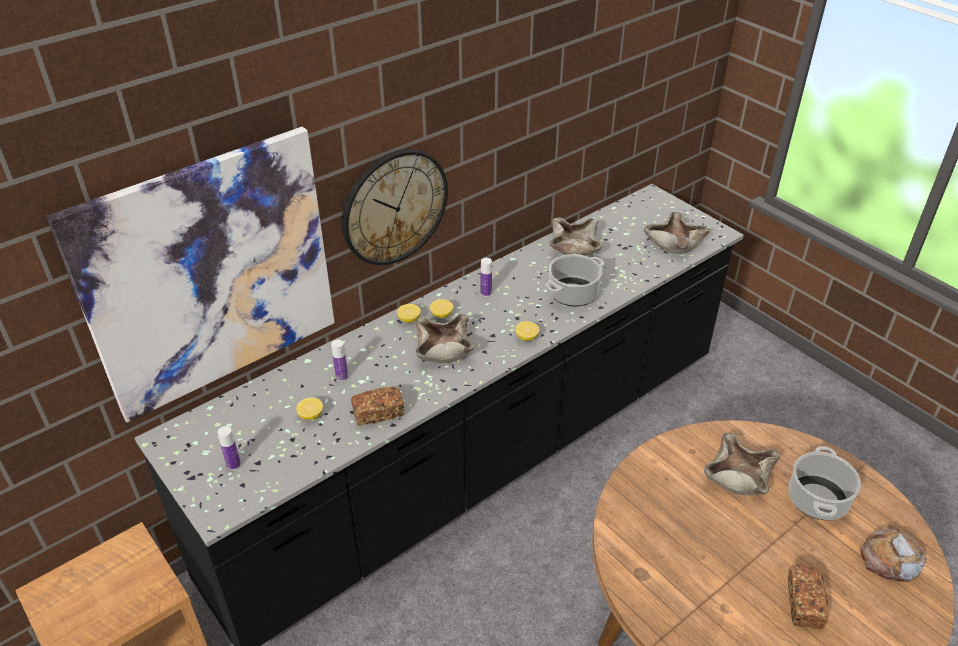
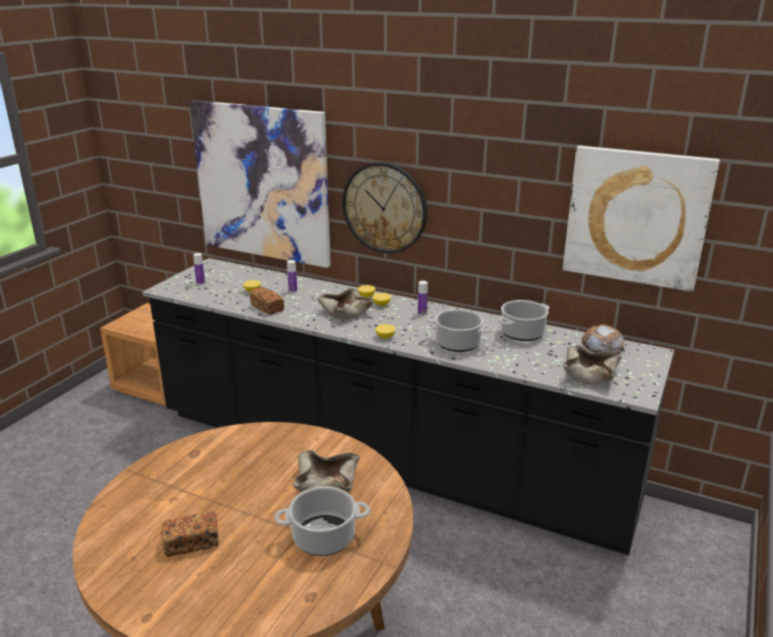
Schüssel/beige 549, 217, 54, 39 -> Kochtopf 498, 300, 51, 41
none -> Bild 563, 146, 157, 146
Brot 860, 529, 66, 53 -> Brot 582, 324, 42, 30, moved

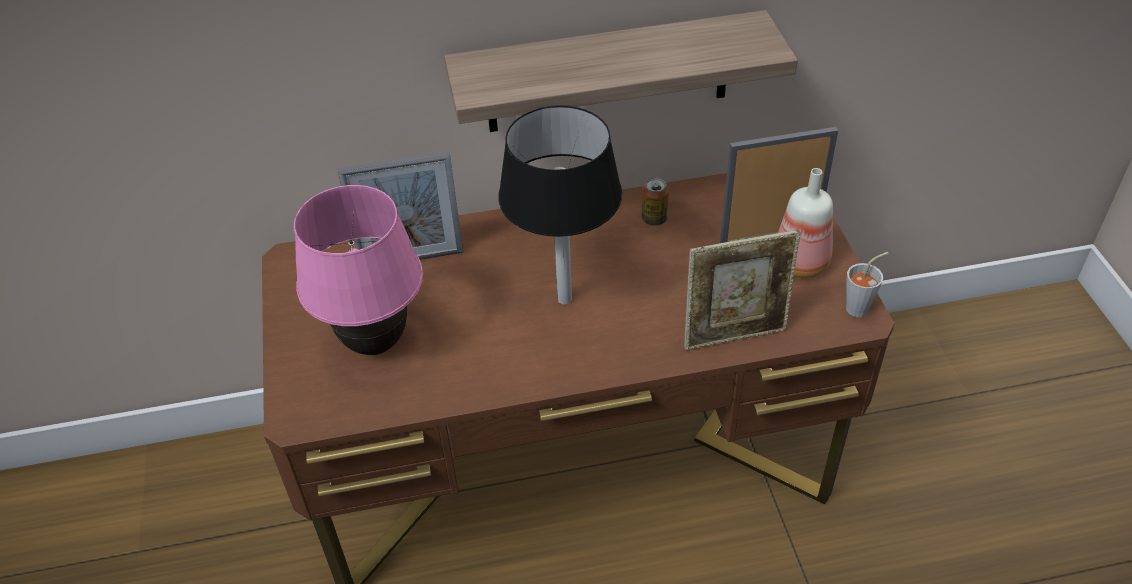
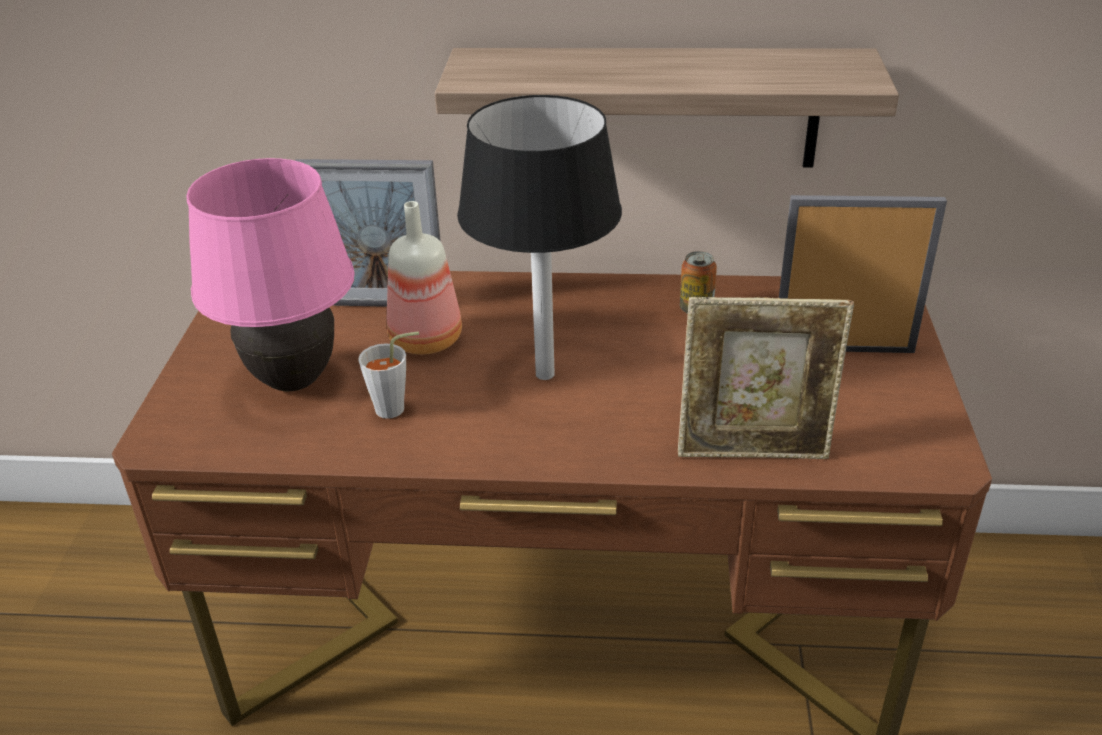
Tasse/grau 846, 252, 43, 65 -> Tasse/grau 358, 332, 61, 87, moved
Flasche 778, 168, 55, 110 -> Flasche 387, 201, 75, 154, moved

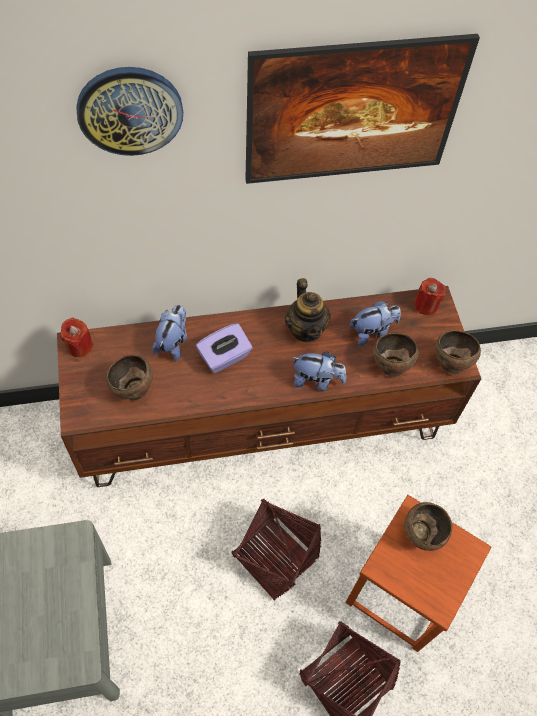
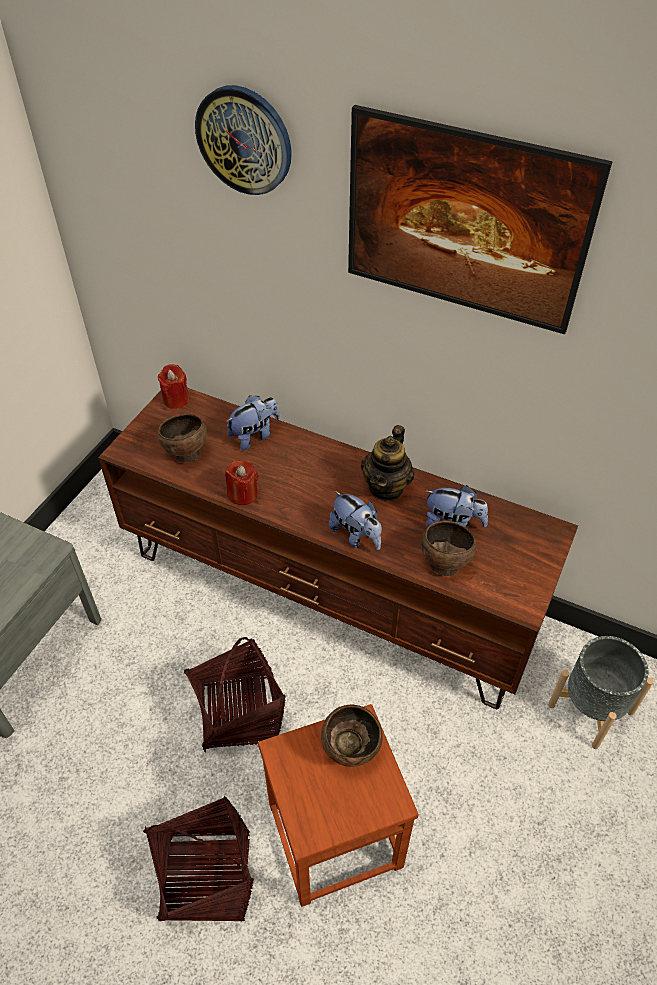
Kerze/rot 414, 278, 32, 37 -> Kerze/rot 225, 460, 33, 45, moved
none -> Pflanzkübel/grau 548, 636, 106, 113
Taschentuchbox/lila 196, 323, 57, 50 -> none
Schüssel/braun 435, 330, 46, 44 -> none

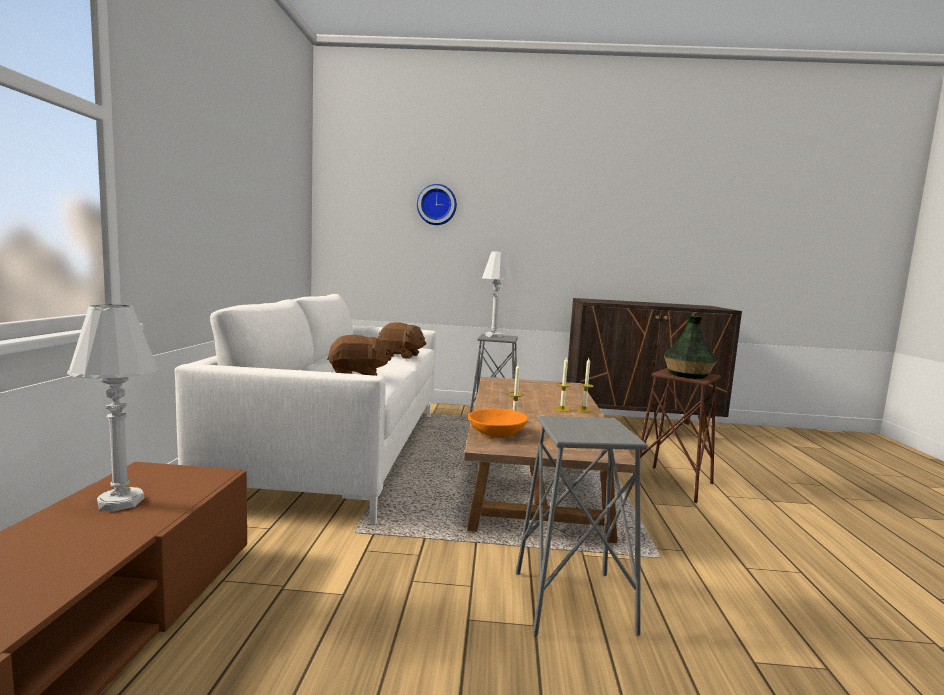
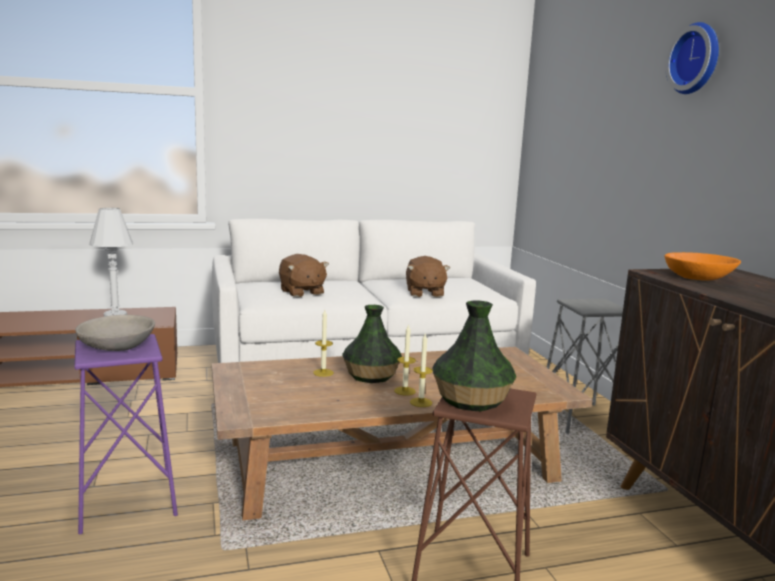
Hocker/grau 516, 416, 131, 220 -> Hocker/lila 74, 334, 104, 201
none -> Schüssel/grau 75, 315, 80, 36
none -> Vase 342, 305, 60, 78
Schüssel/orange 468, 408, 60, 30 -> Schüssel/orange 664, 252, 77, 29, moved
Wanduhr 417, 184, 40, 41 -> Wanduhr 665, 22, 54, 72, moved
Tischlampe/weiß 482, 251, 31, 87 -> none

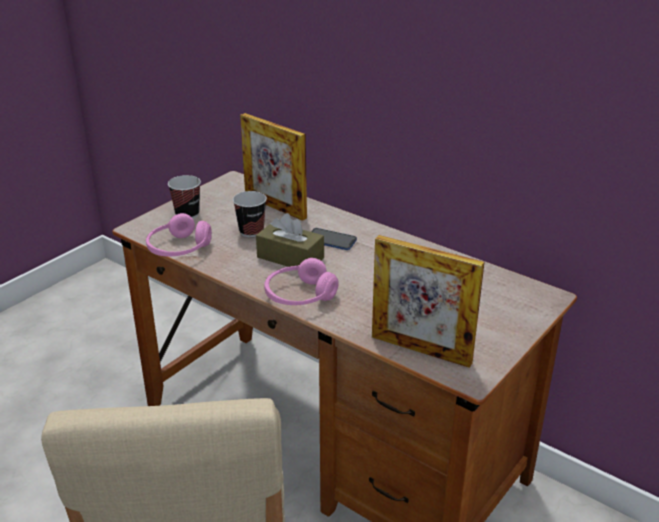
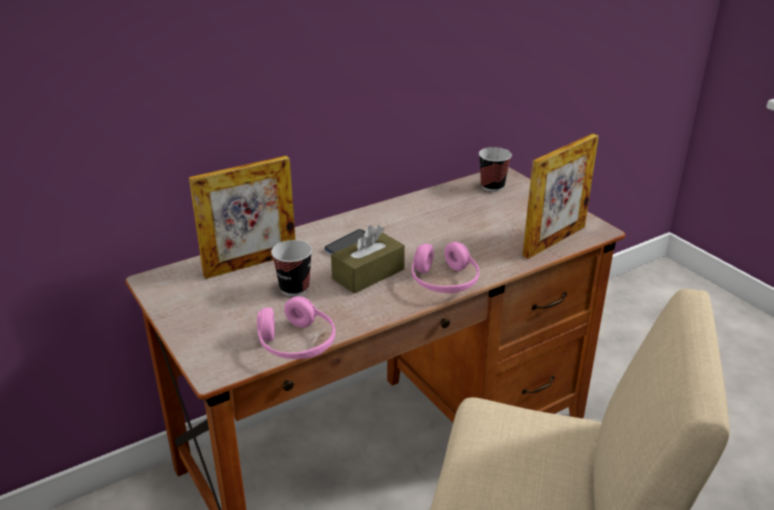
Tasse 168, 175, 33, 44 -> Tasse 479, 147, 33, 45, moved

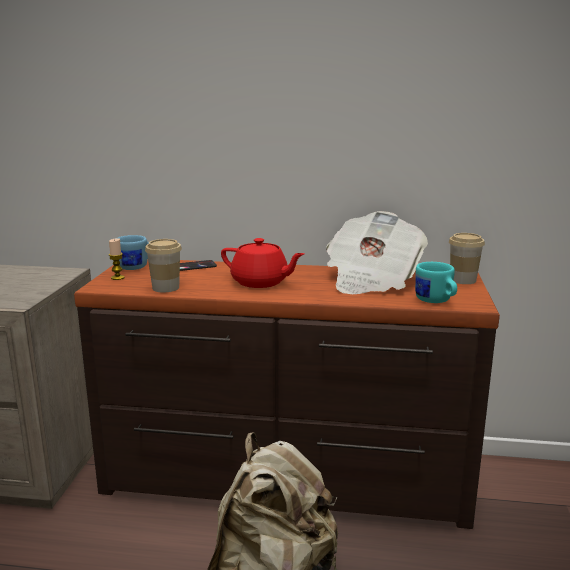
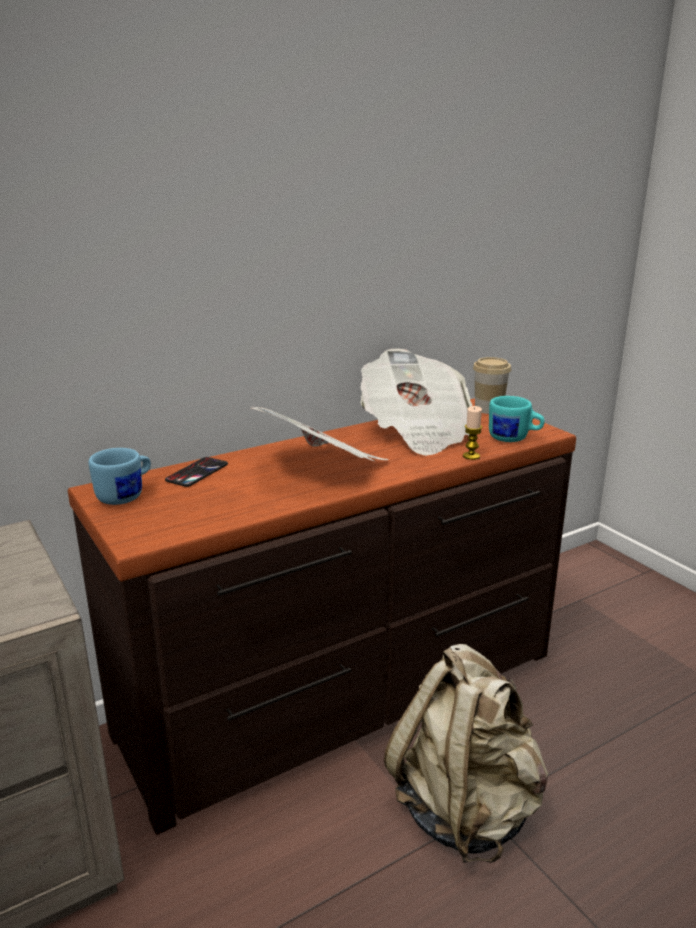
Teekanne/rot 221, 238, 84, 50 -> Zeitung 251, 407, 137, 54
Kerze 109, 238, 16, 42 -> Kerze 463, 406, 19, 54, moved
Tasse 145, 239, 37, 54 -> none

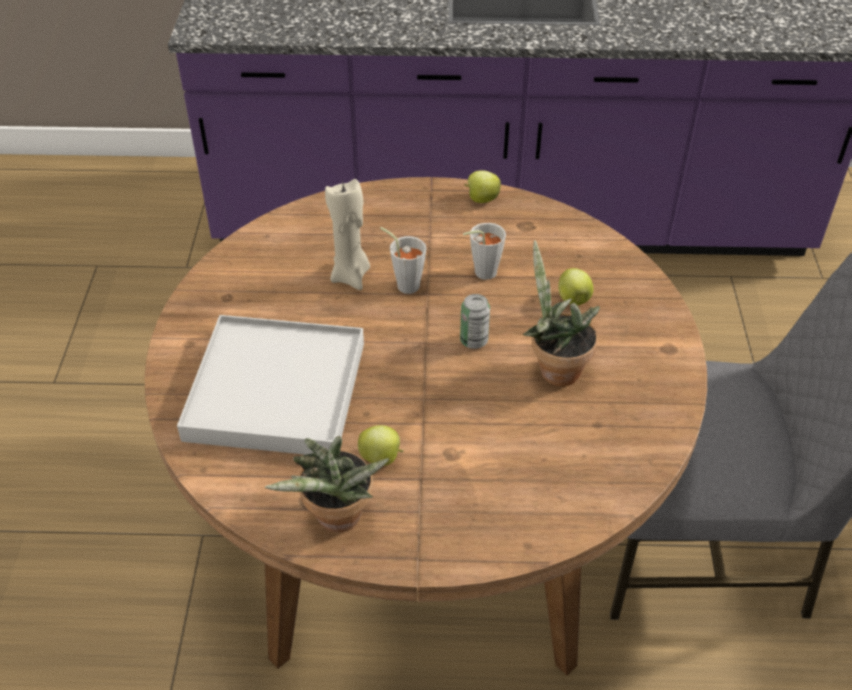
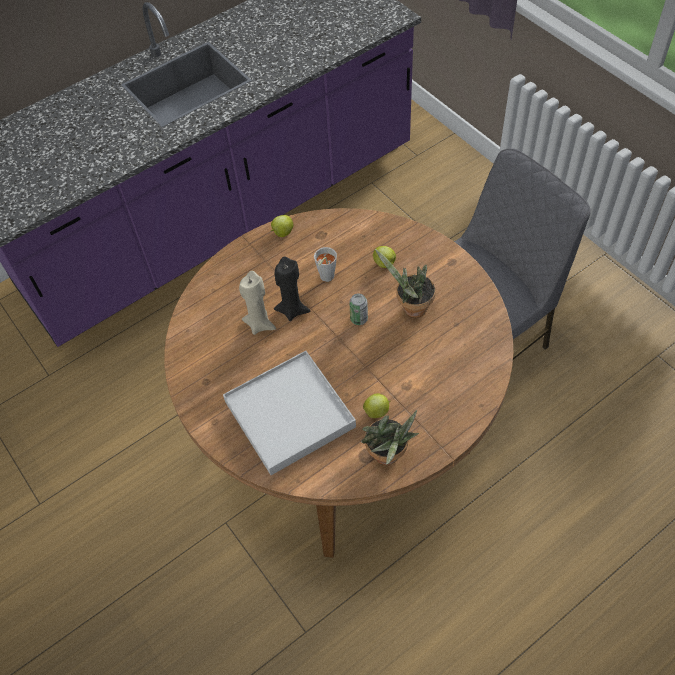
Tasse/grau 380, 227, 47, 67 -> Kerze/schwarz 274, 256, 37, 65

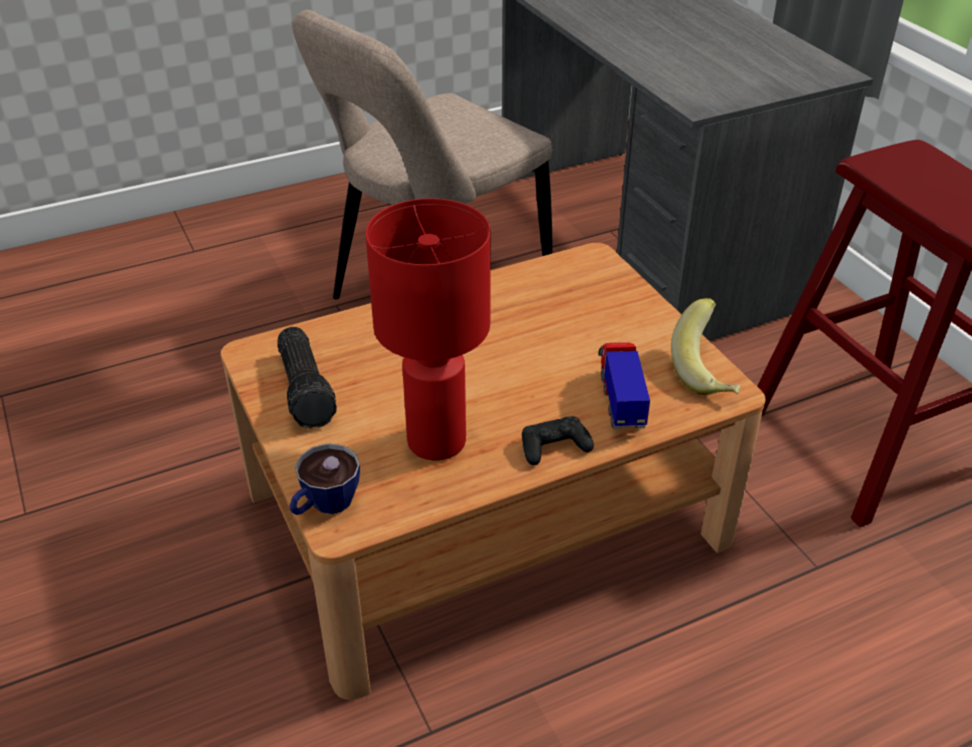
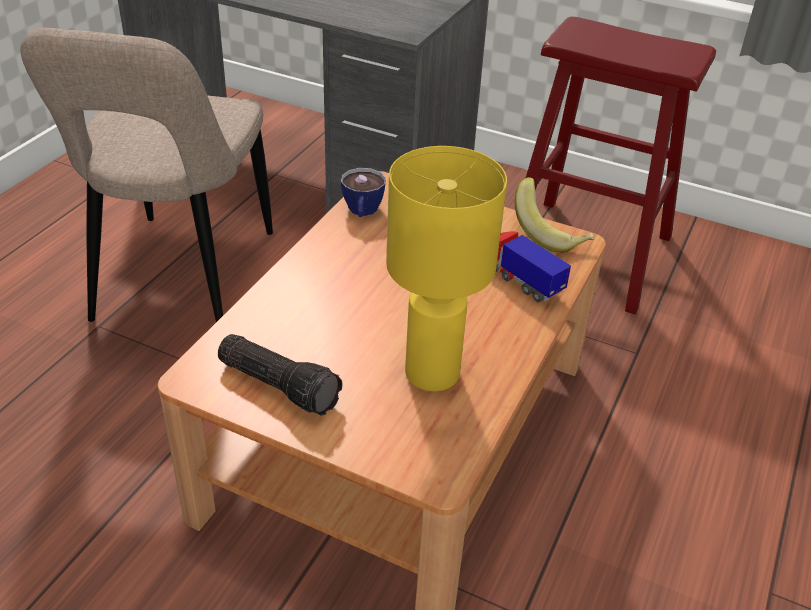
Tasse 289, 443, 71, 72 -> Tasse 341, 168, 45, 49, moved
Tischlampe/rot 366, 198, 125, 262 -> Tischlampe/gelb 386, 146, 121, 246
Gamepad/schwarz 522, 416, 72, 49 -> none

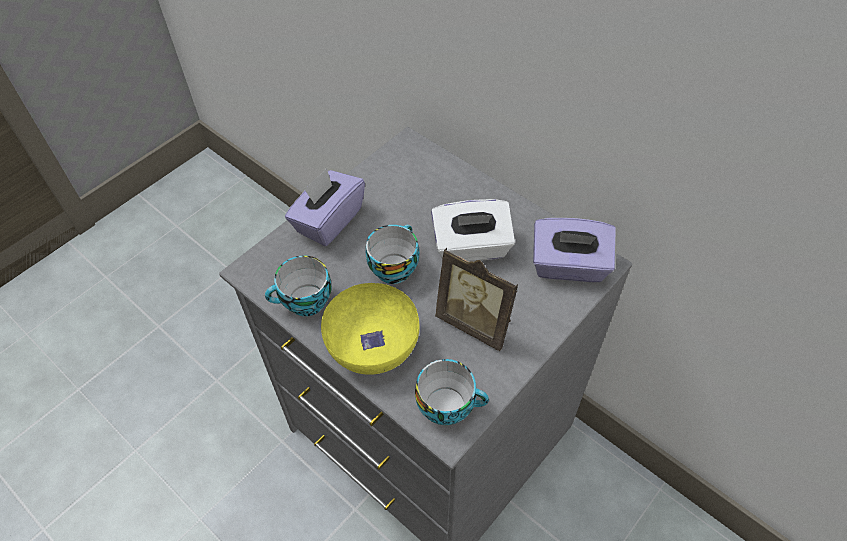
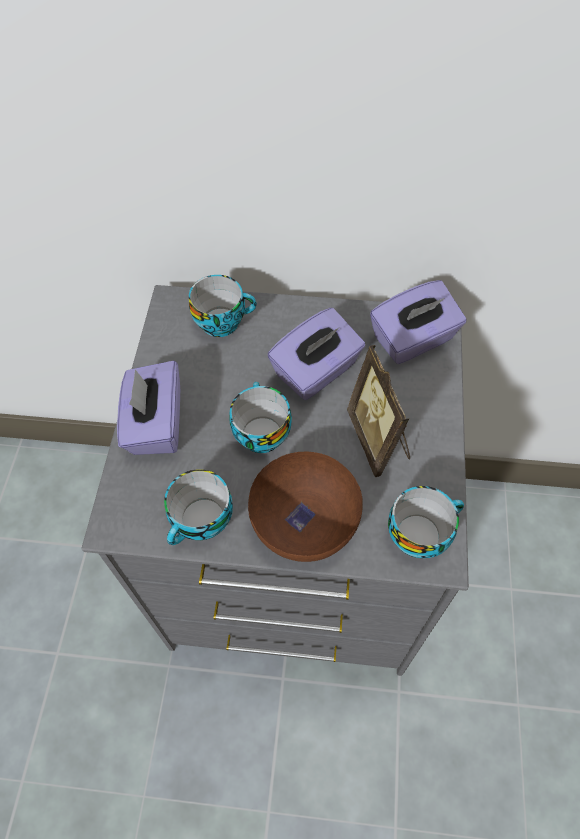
none -> Tasse 189, 275, 68, 62
Schüssel/gelb 321, 283, 99, 92 -> Schüssel/braun 248, 451, 115, 111
Taschentuchbox/weiß 431, 199, 84, 63 -> Taschentuchbox/lila 268, 308, 97, 92
Bilderrahmen 435, 248, 83, 103 -> Bilderrahmen 347, 345, 63, 132, 75 degrees clockwise

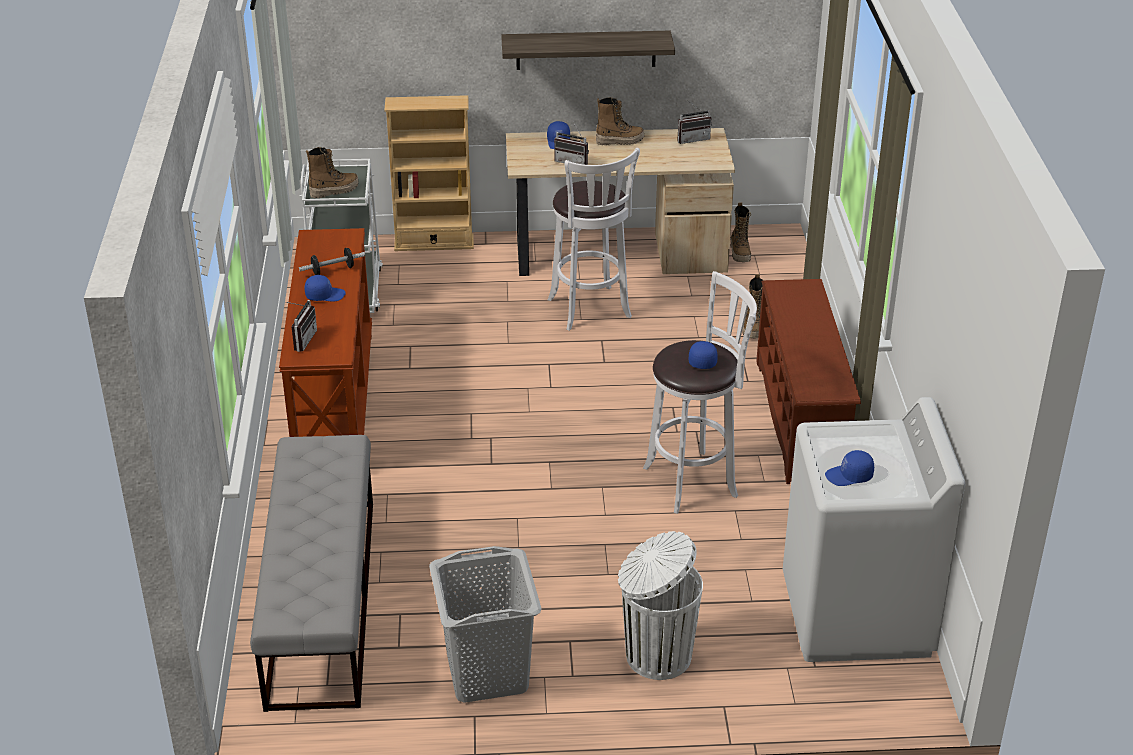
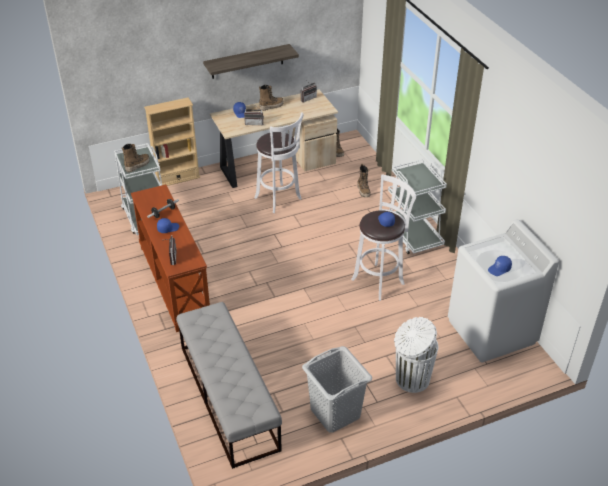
Schuhregal/braun 756, 279, 105, 205 -> Rollwagen/weiß 388, 159, 59, 95

